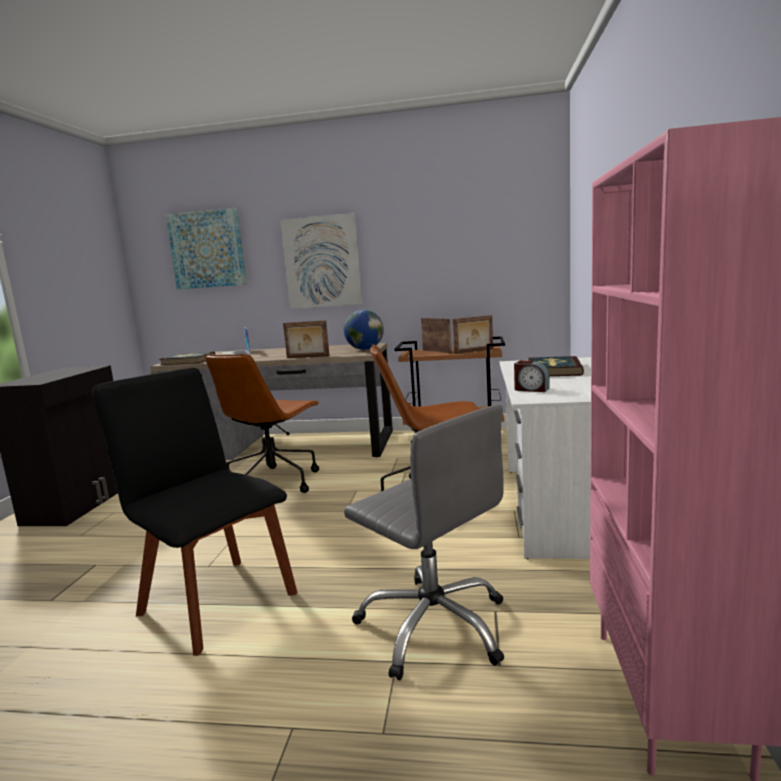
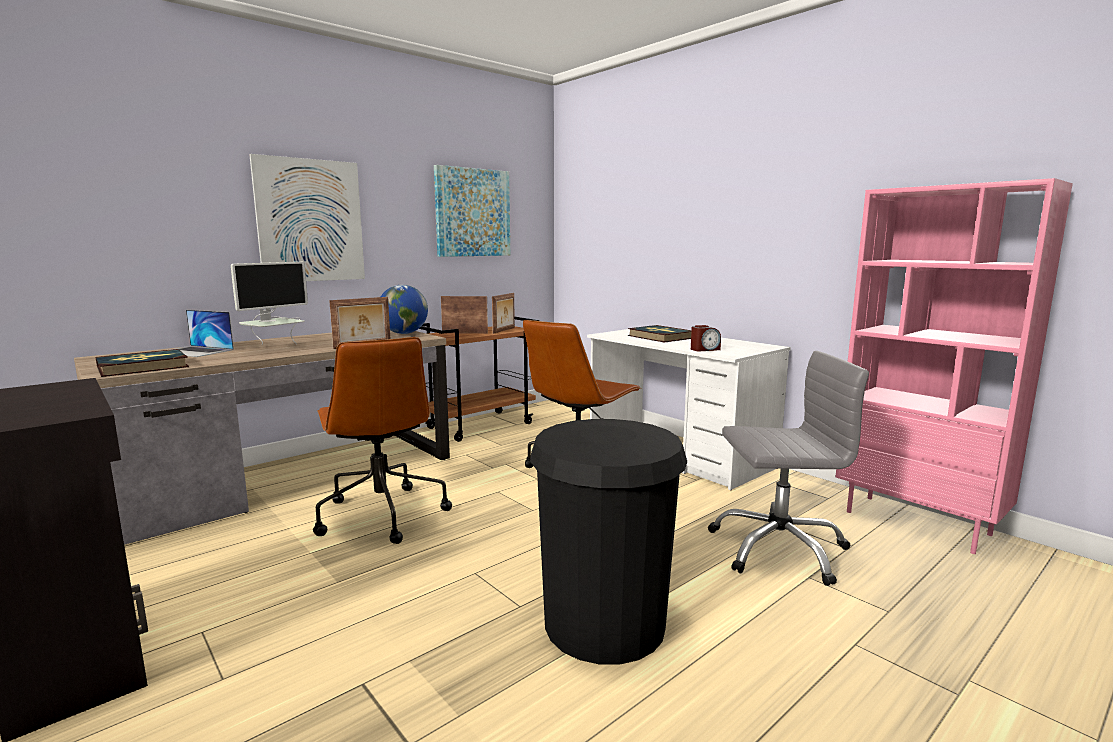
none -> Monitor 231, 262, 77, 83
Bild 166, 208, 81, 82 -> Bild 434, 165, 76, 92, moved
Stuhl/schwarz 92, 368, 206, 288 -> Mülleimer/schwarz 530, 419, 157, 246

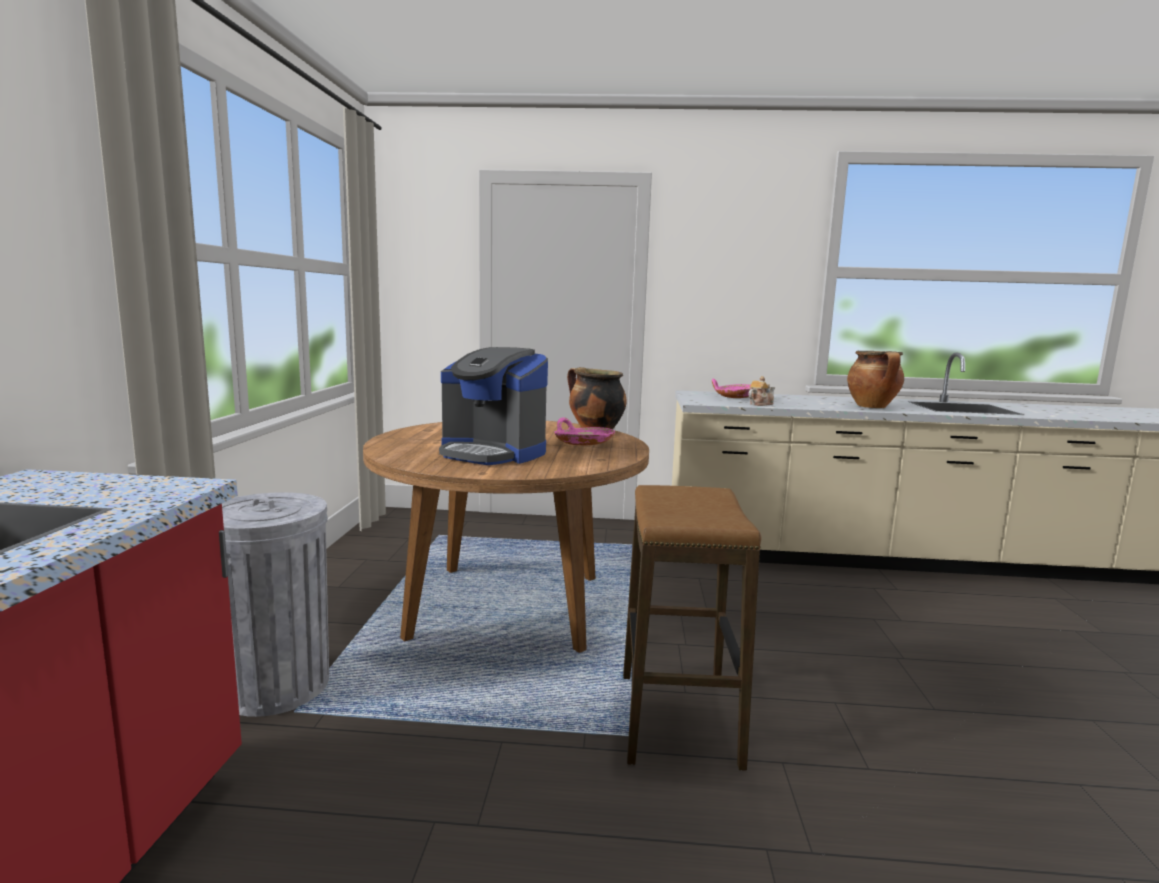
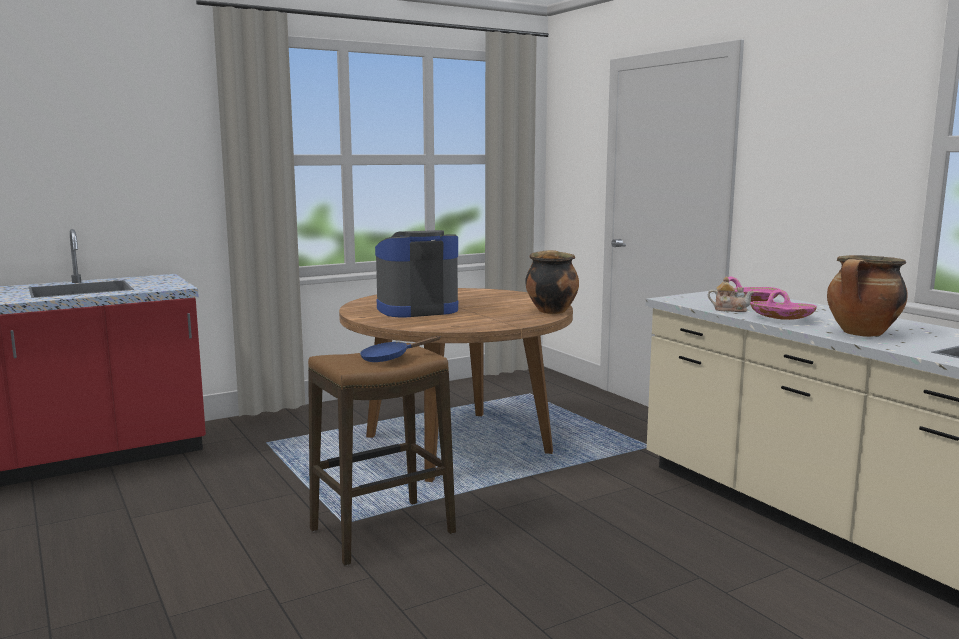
none -> Pfanne/blau 360, 336, 81, 26
Kaffeemaschine 439, 347, 109, 118 -> Kaffeemaschine 375, 230, 83, 88, 75 degrees clockwise
Schüssel/rosa 554, 417, 61, 29 -> Schüssel/rosa 750, 289, 67, 31, moved
Mülleimer/grau 222, 492, 107, 225 -> none

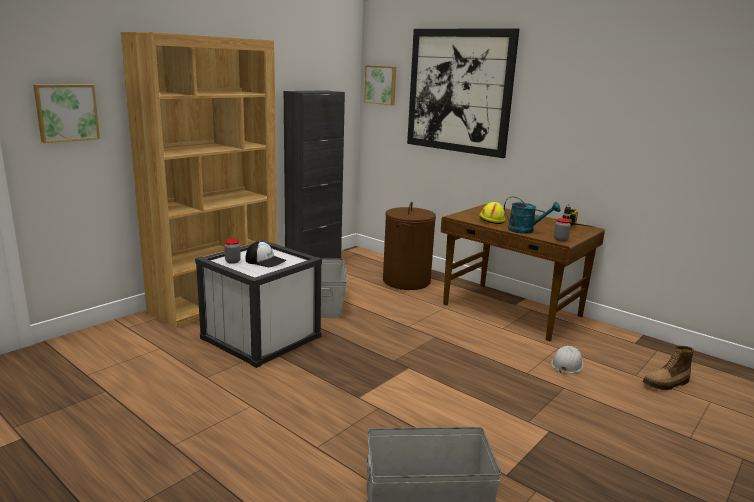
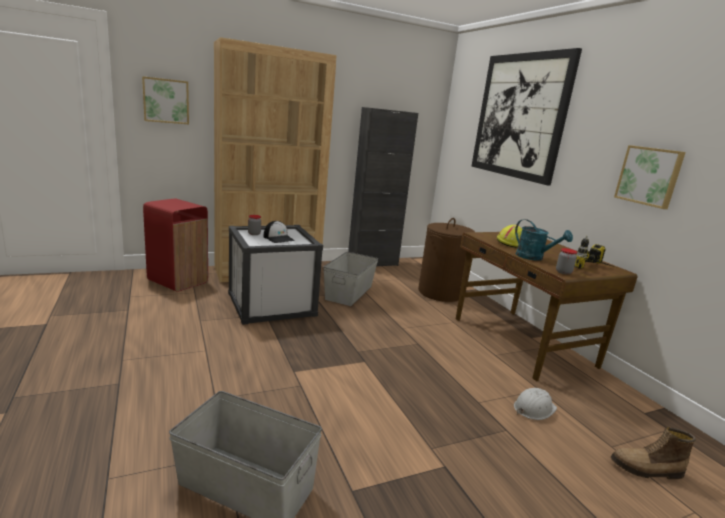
none -> Mülleimer/rot 143, 199, 65, 93
Bild 364, 65, 32, 40 -> Bild 614, 145, 72, 64, moved

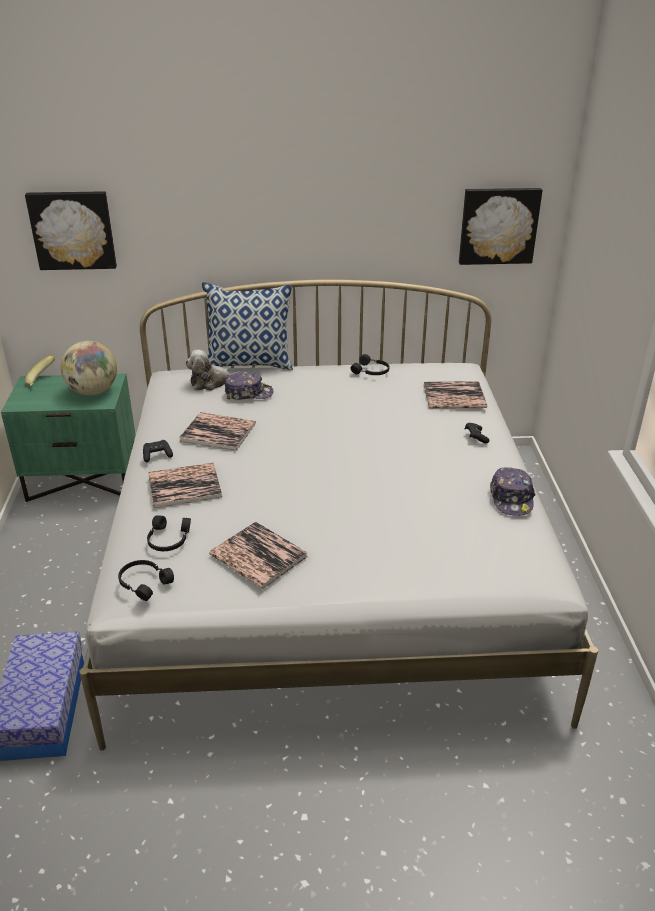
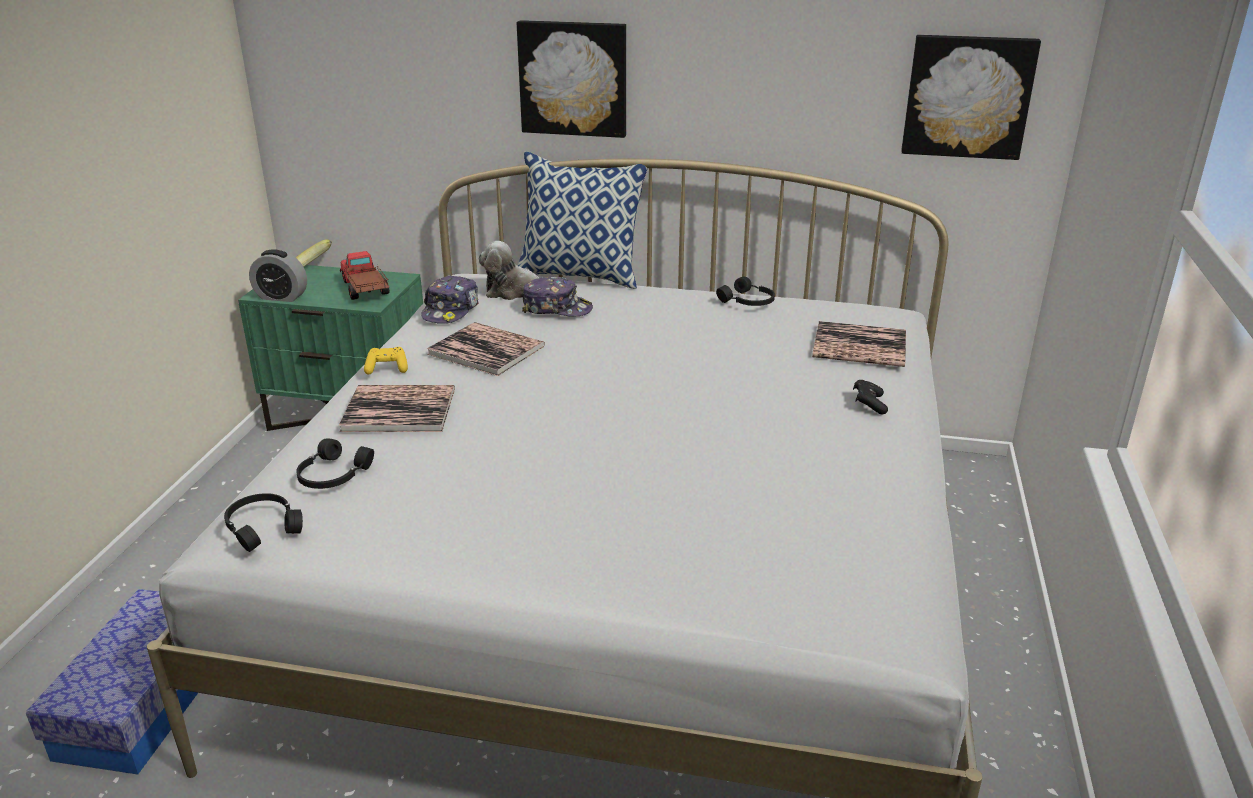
none -> Wecker 249, 249, 58, 53
Globus 61, 341, 56, 54 -> Spielzeuglaster 340, 251, 50, 49
Gamepad/schwarz 143, 440, 30, 22 -> Gamepad/gelb 364, 347, 44, 27
Kappe 490, 467, 46, 49 -> Kappe 421, 275, 58, 49, moved
Bild 25, 191, 92, 79 -> Bild 517, 20, 109, 118, moved
Buch 209, 522, 99, 67 -> none

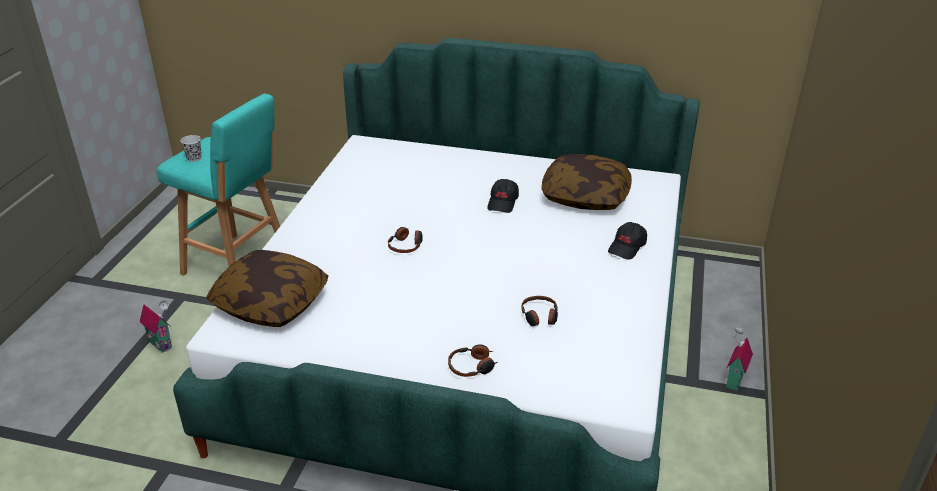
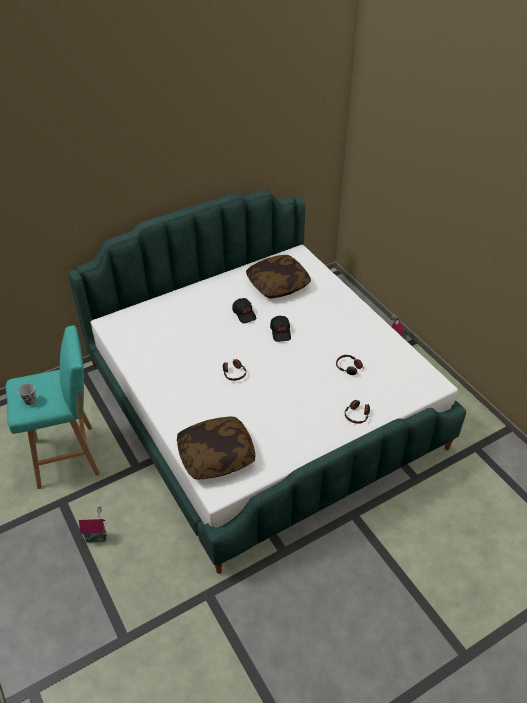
Kappe/schwarz 608, 222, 39, 38 -> Kappe/schwarz 270, 316, 21, 26, moved

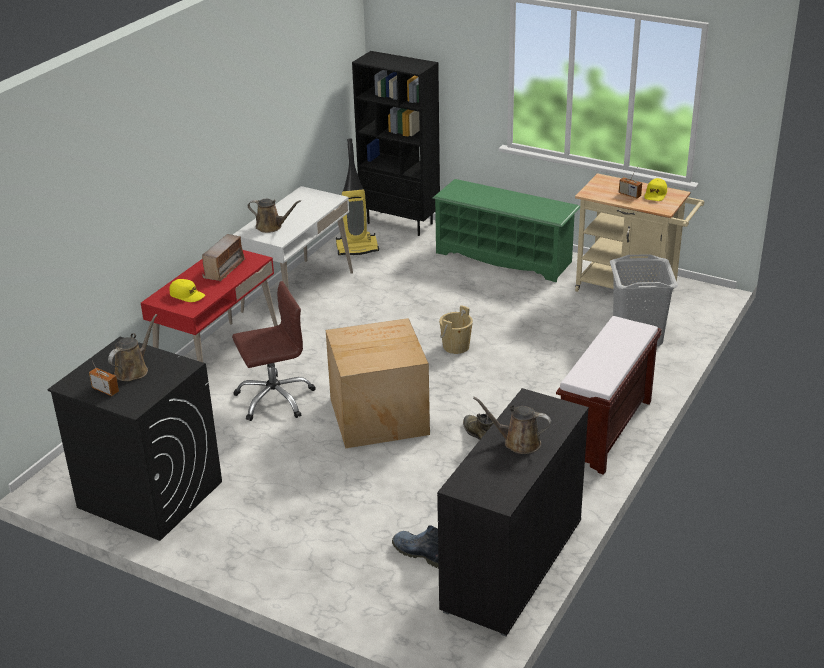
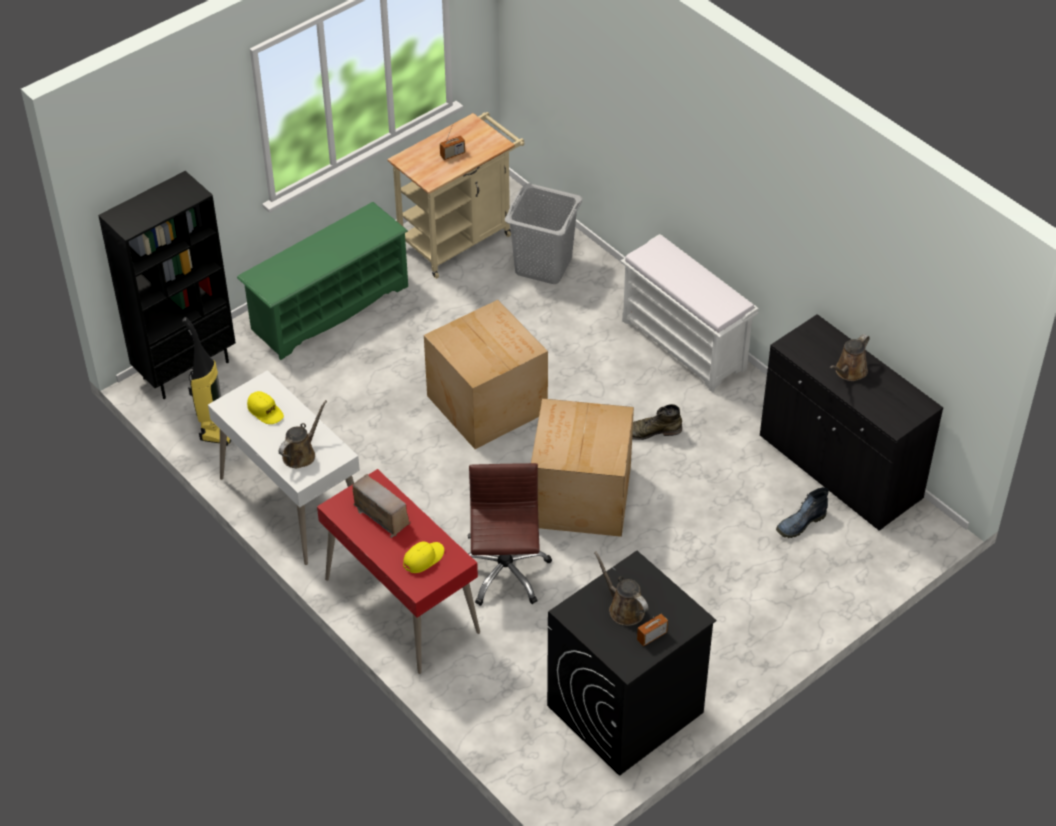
Kappe/gelb 645, 178, 22, 23 -> Kappe/gelb 247, 391, 37, 33, moved
Eimer/beige 439, 305, 34, 49 -> Karton 424, 300, 124, 149
Bank/braun 556, 316, 106, 159 -> Bank/weiß 621, 234, 138, 158

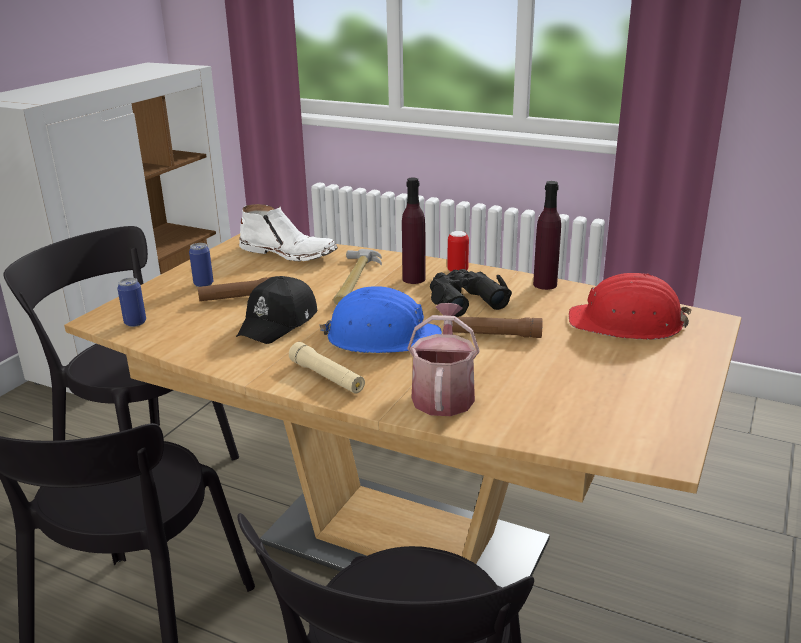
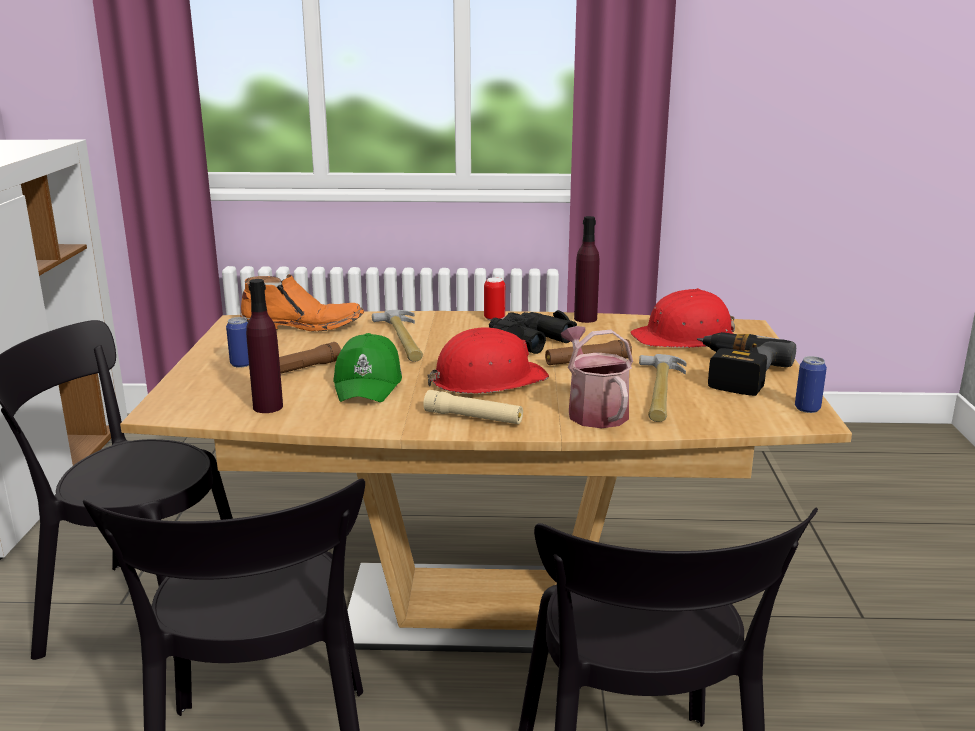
Stiefel/weiß 239, 204, 99, 57 -> Stiefel/orange 240, 274, 124, 57
Flasche/lila 402, 178, 24, 106 -> Flasche/lila 246, 279, 37, 134, moved
Kappe/schwarz 236, 276, 81, 68 -> Kappe/grün 333, 333, 69, 69
Schutzhelm/blau 319, 286, 123, 67 -> Schutzhelm/rot 428, 327, 121, 67
none -> Hammer 639, 354, 48, 68
none -> Bohrmaschine 697, 332, 99, 64
Dose 117, 278, 29, 49 -> Dose 795, 356, 32, 57, moved

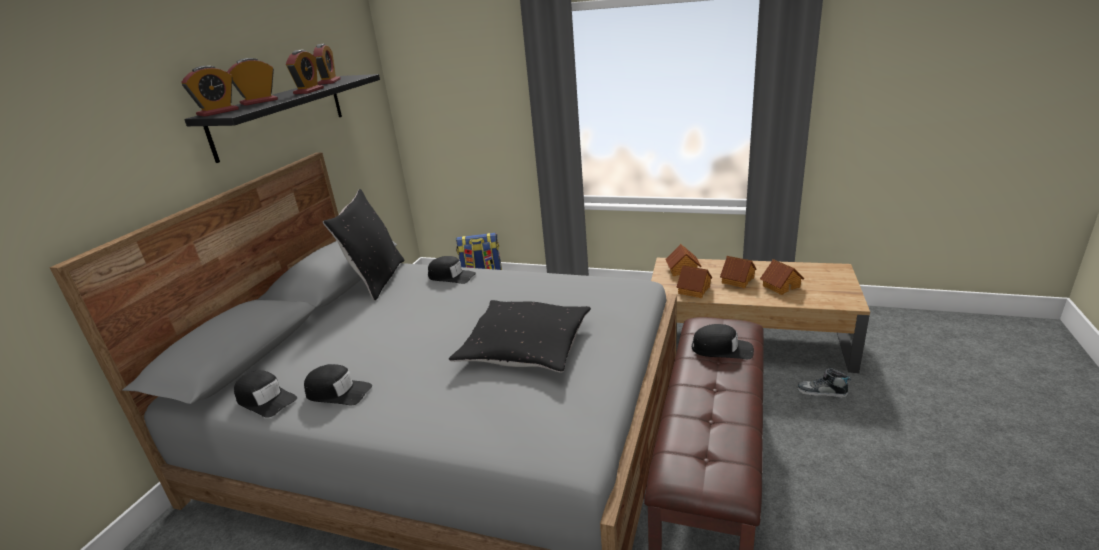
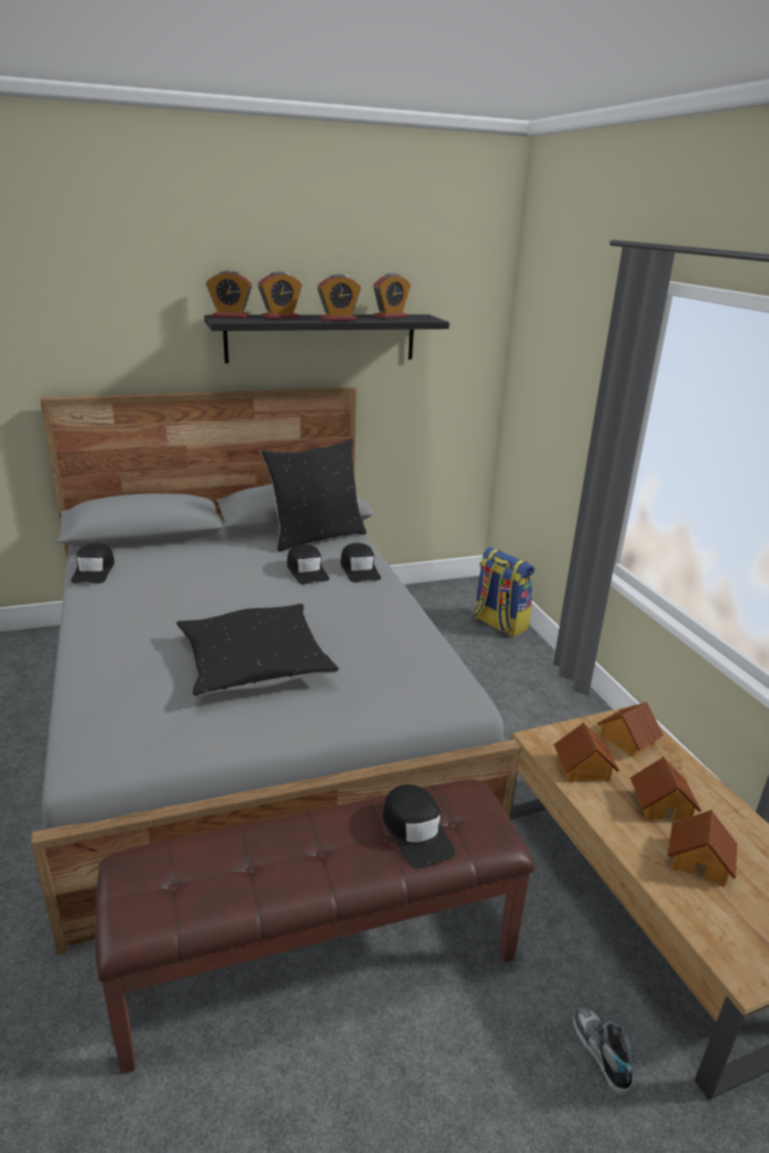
Wecker 227, 58, 51, 48 -> Wecker 258, 271, 44, 48, 135 degrees clockwise
Kappe/schwarz 304, 364, 68, 41 -> Kappe/schwarz 287, 544, 42, 40, moved

